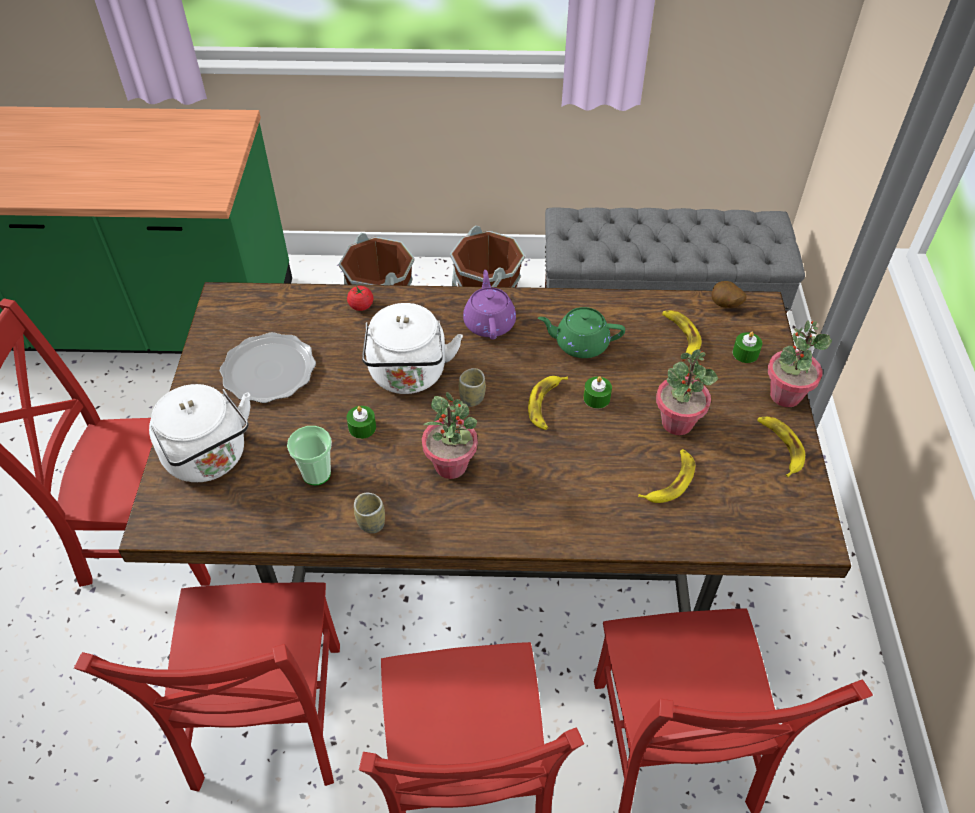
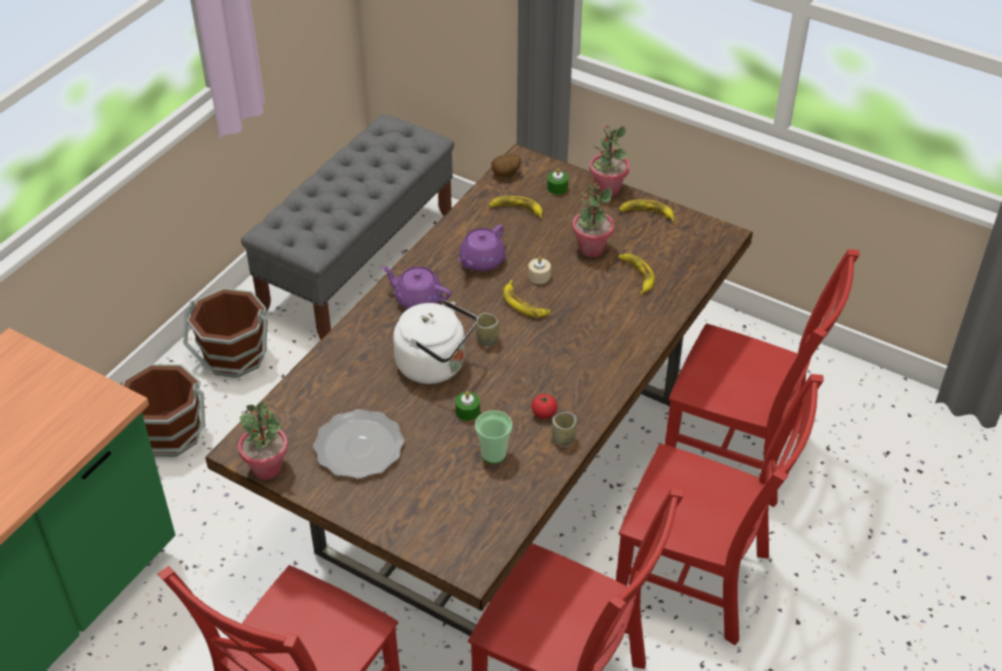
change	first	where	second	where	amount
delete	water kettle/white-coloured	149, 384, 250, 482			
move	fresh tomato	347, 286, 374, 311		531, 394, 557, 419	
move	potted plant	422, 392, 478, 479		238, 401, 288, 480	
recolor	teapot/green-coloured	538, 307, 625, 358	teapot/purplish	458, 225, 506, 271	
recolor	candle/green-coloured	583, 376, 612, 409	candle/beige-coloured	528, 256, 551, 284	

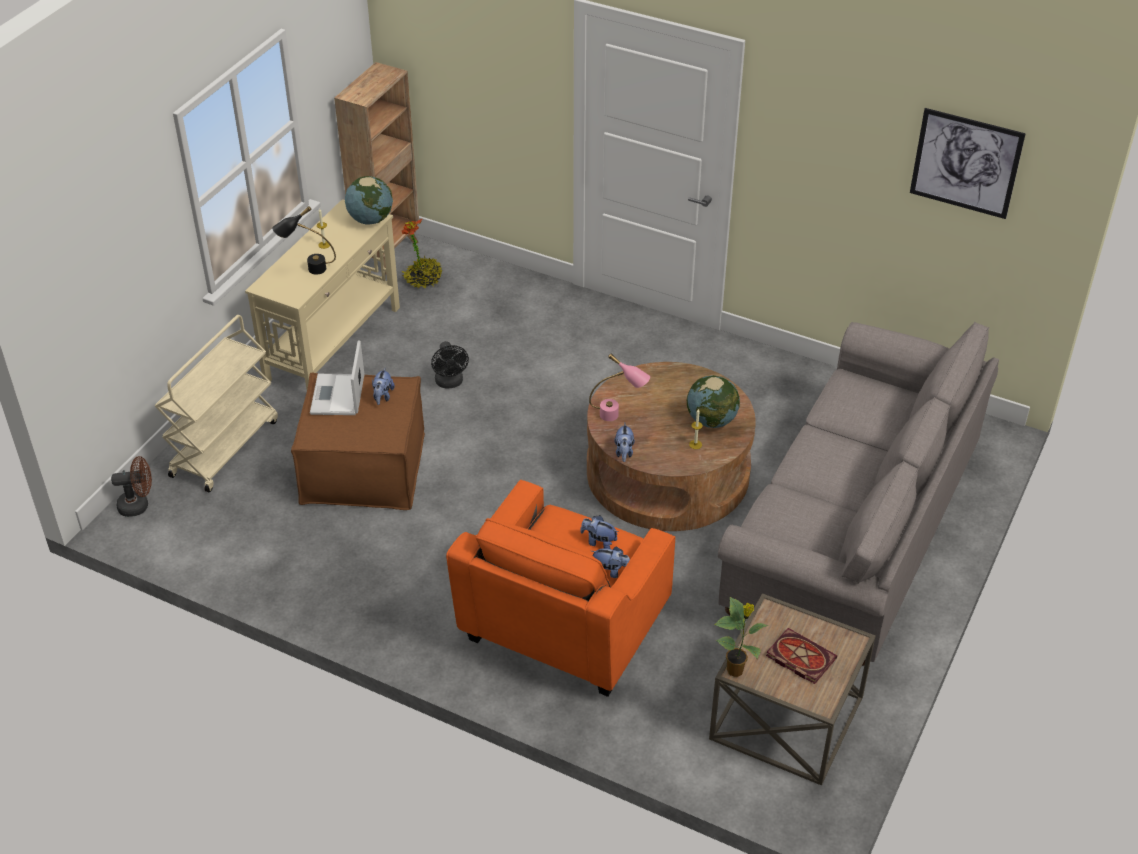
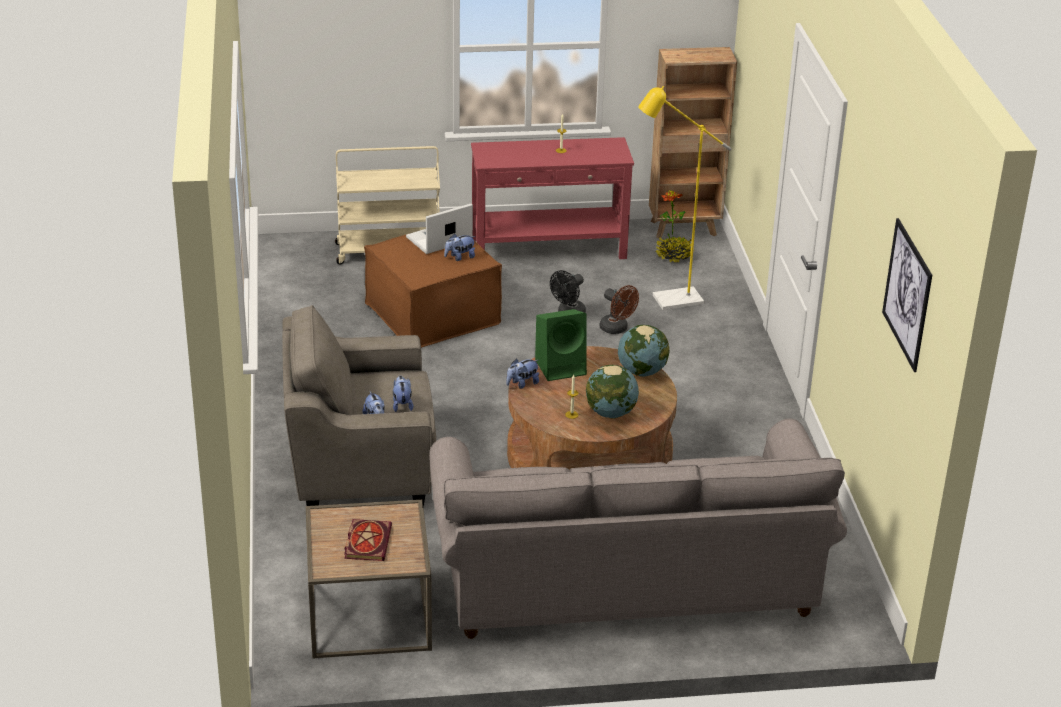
change	first	where	second	where	amount
move	fan/brown-coloured	111, 456, 152, 517		599, 285, 639, 334	
recolor	console table/beige-coloured	245, 199, 400, 389	console table/red	471, 137, 634, 259	
delete	lamp for a table/blackish	272, 206, 336, 275			
move	desk globe	345, 176, 393, 225		618, 325, 670, 377	
recolor	easy chair/orange-coloured	446, 480, 675, 697	easy chair/gray	282, 305, 436, 508	
replace	lamp for a table/pinkish	589, 354, 650, 421	speaker/green-coloured	535, 309, 587, 381	
delete	potted plant	714, 597, 769, 677			
insert			standard lamp/yellow	638, 86, 731, 310	

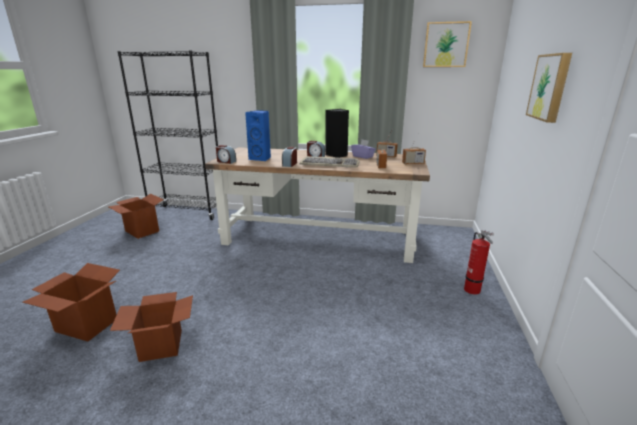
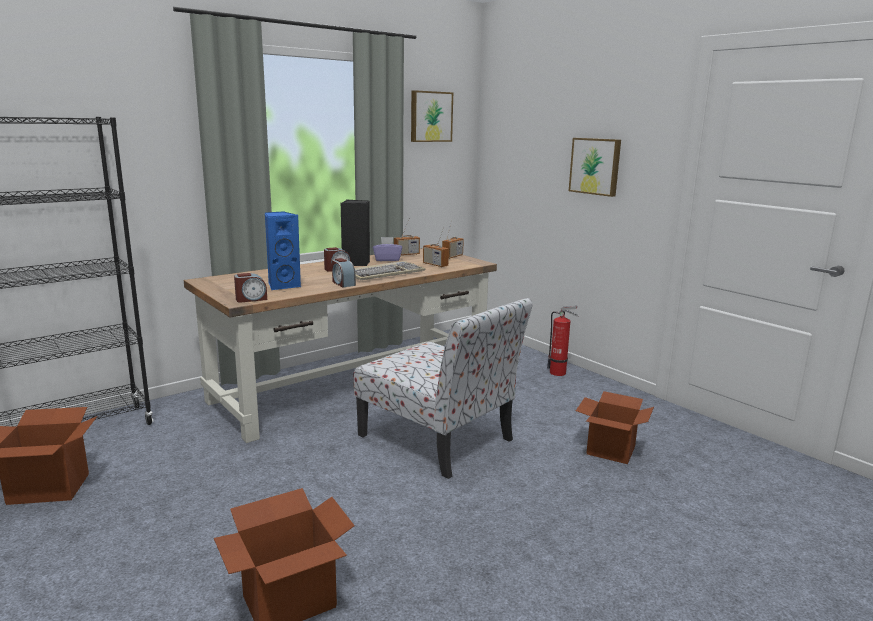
change	first	where	second	where	amount
move	cardboard box	110, 292, 193, 362		576, 391, 654, 464	
insert			plain chair	353, 298, 533, 479	

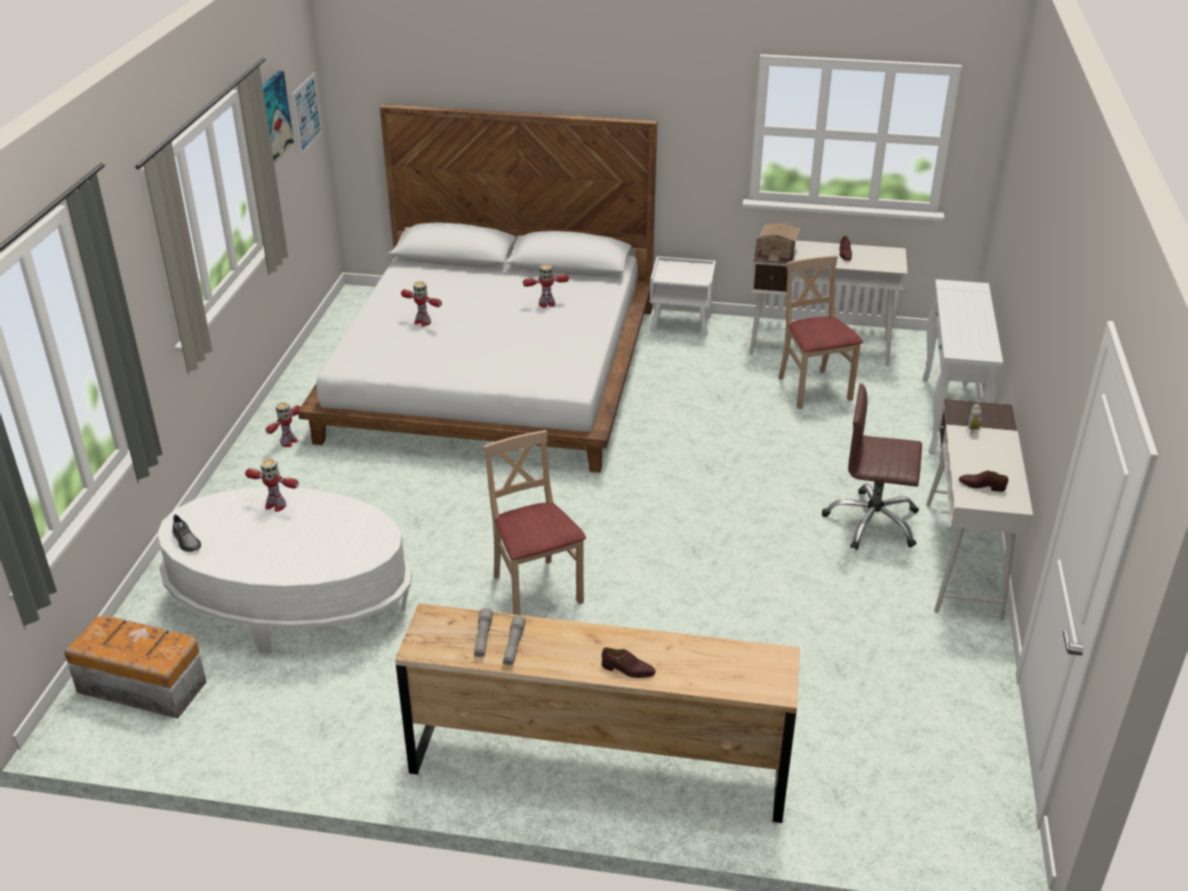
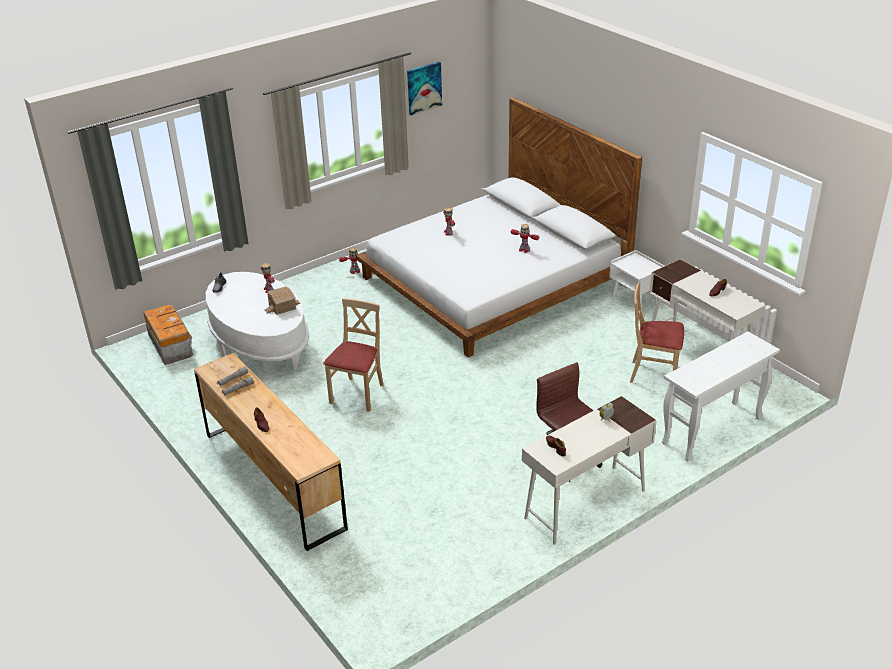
change	first	where	second	where	amount
delete	wall picture	292, 72, 323, 156			
move	miniature house	759, 223, 801, 262		264, 286, 300, 315	
rotate	plain chair/beige-coloured	778, 255, 863, 409		630, 282, 684, 383	105 degrees counterclockwise

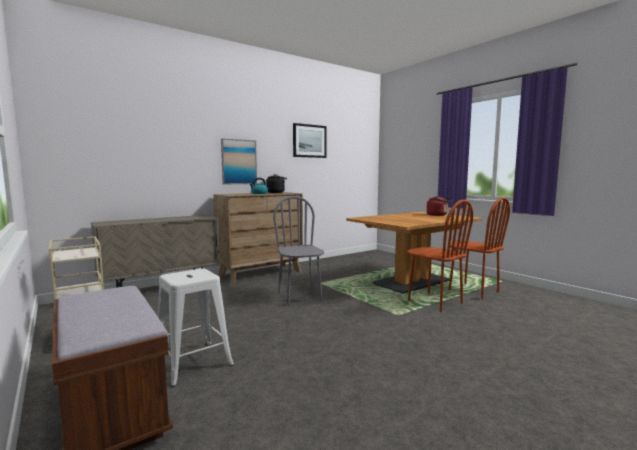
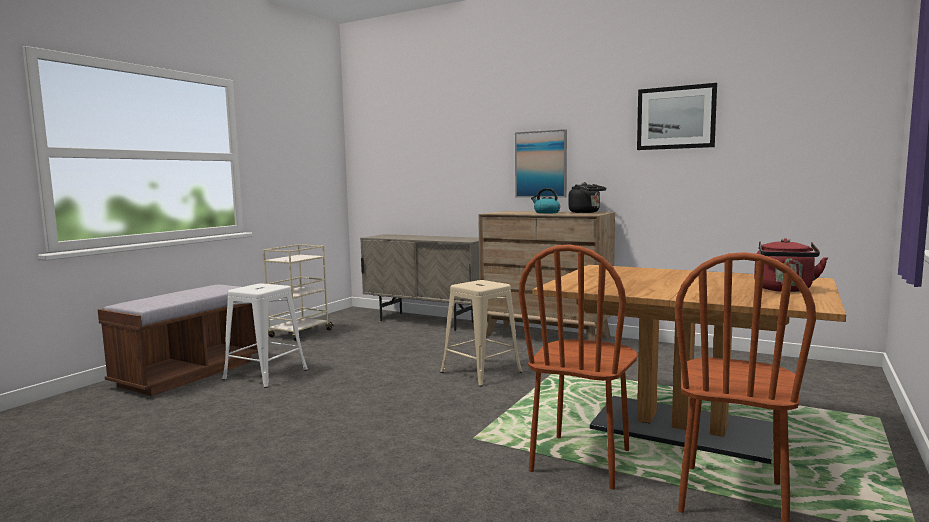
change	first	where	second	where	amount
replace	plain chair/gray	273, 196, 324, 305	stool/beige-coloured	440, 280, 522, 387	

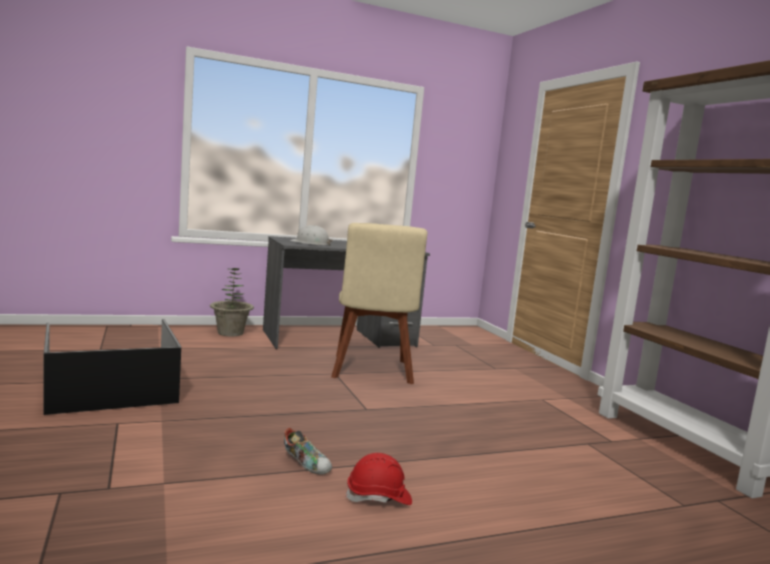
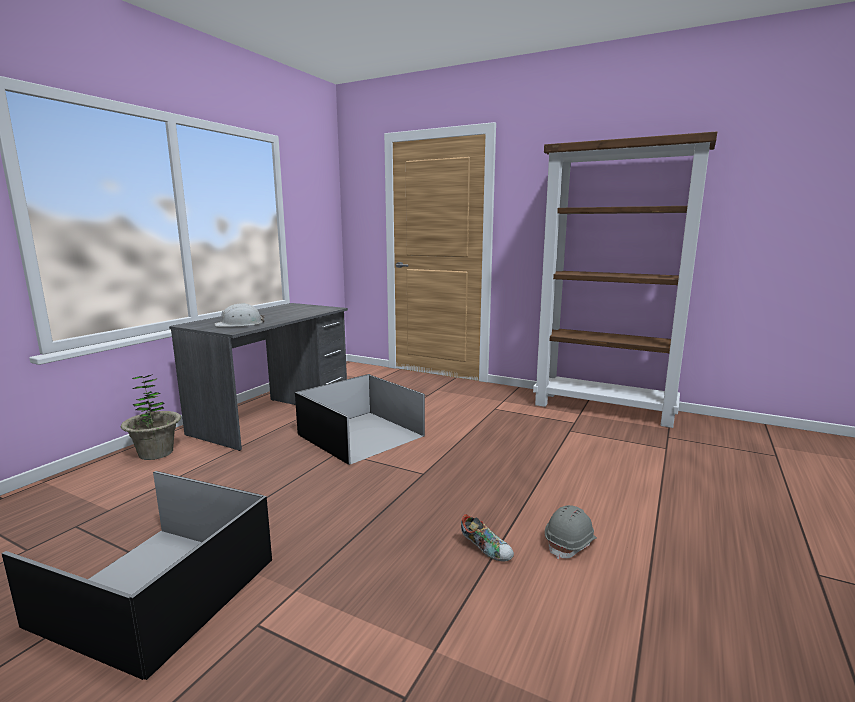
change	first	where	second	where	amount
rotate	low shoe	284, 428, 332, 475		461, 514, 514, 561	45 degrees clockwise
replace	plain chair/beige-coloured	331, 223, 427, 384	storage bin/blackish	295, 374, 425, 465	
recolor	safety helmet/red	345, 453, 412, 505	safety helmet/gray	545, 505, 597, 560	

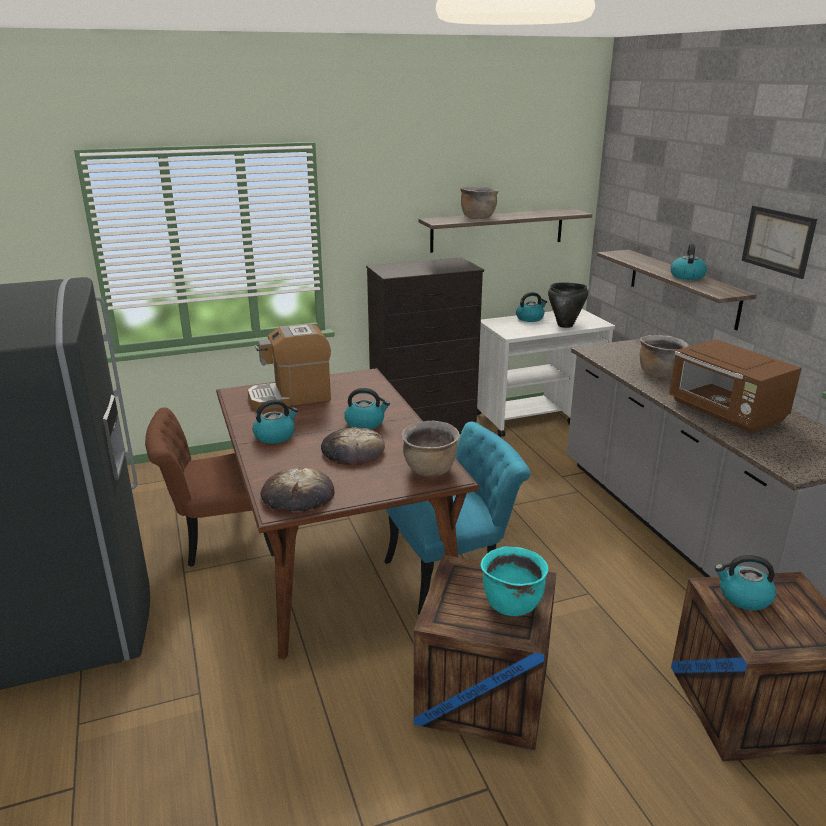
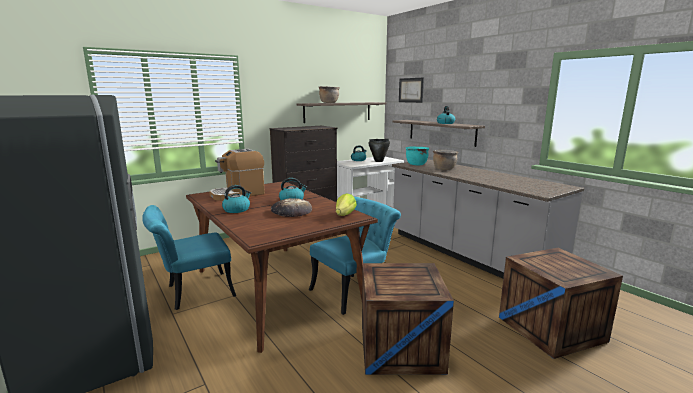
change	first	where	second	where	amount
recolor	plain chair/brown-coloured	145, 407, 274, 567	plain chair/turquoise	142, 205, 236, 310	
delete	baked bread	261, 467, 334, 511			
replace	stockpot/brown-coloured	401, 421, 460, 477	lettuce head	336, 193, 357, 216	
move	stockpot/turquoise	480, 547, 548, 616		406, 147, 429, 165	
delete	kitchen microwave/brown-coloured	669, 339, 802, 433			
delete	water kettle	715, 555, 776, 610			
move	wall picture	741, 206, 817, 279		399, 78, 424, 103	

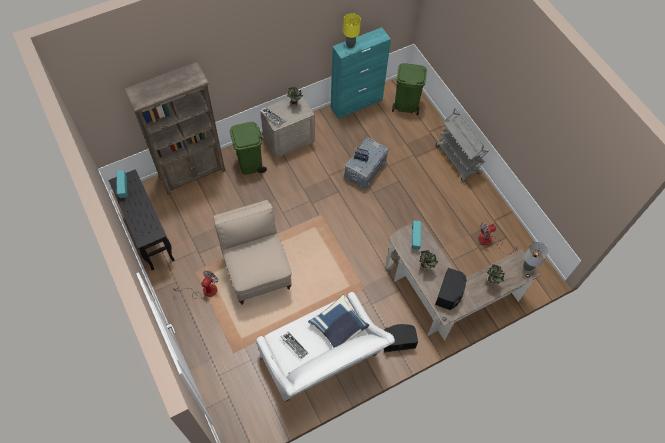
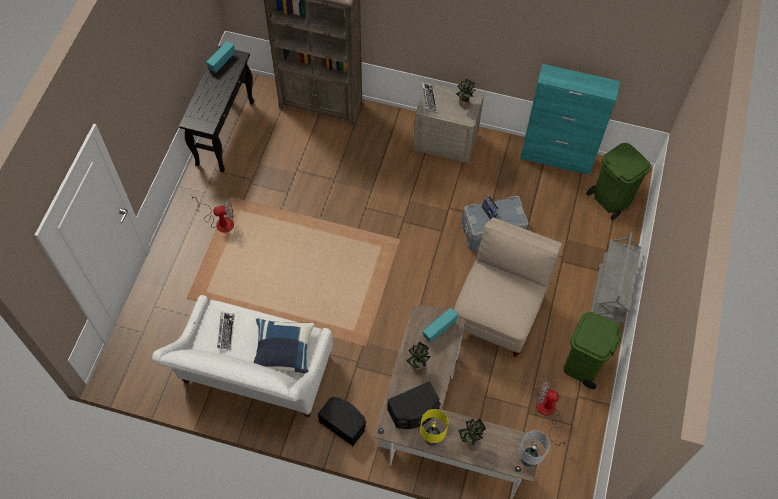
change	first	where	second	where	amount
move	plain chair/beige-coloured	213, 200, 292, 305		454, 217, 562, 358	
move	waste bin/green-coloured	230, 122, 267, 175		563, 312, 621, 389	
move	lamp for a table/yellow	343, 13, 361, 48		420, 409, 448, 446	

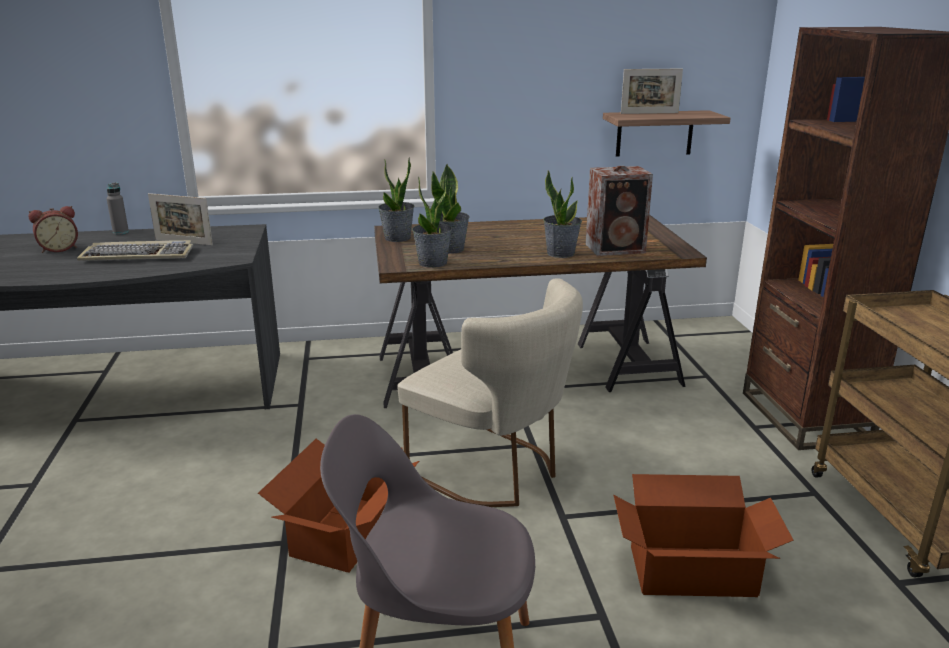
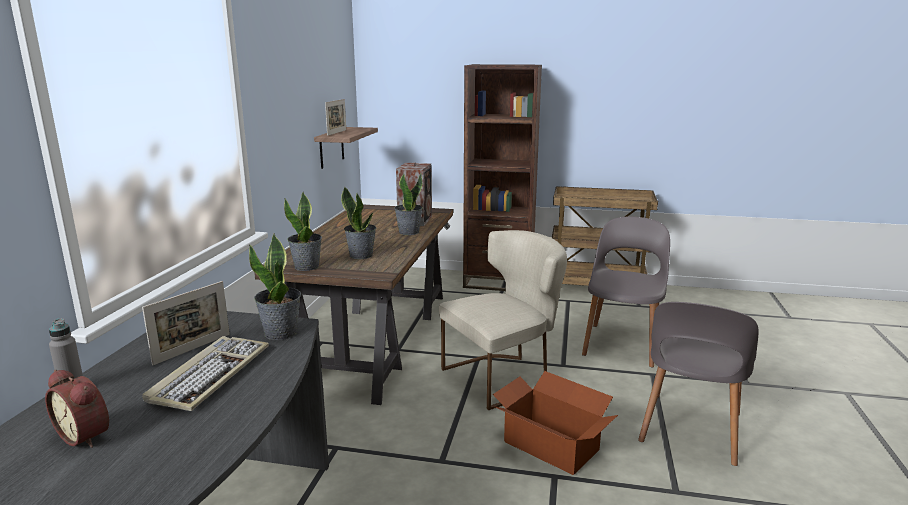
change	first	where	second	where	amount
rotate	alarm clock	28, 206, 78, 253		45, 369, 109, 448	135 degrees clockwise
move	potted plant	412, 174, 452, 268		249, 234, 301, 340	
replace	cardboard box	614, 474, 794, 597	plain chair/gray	582, 217, 670, 367	

